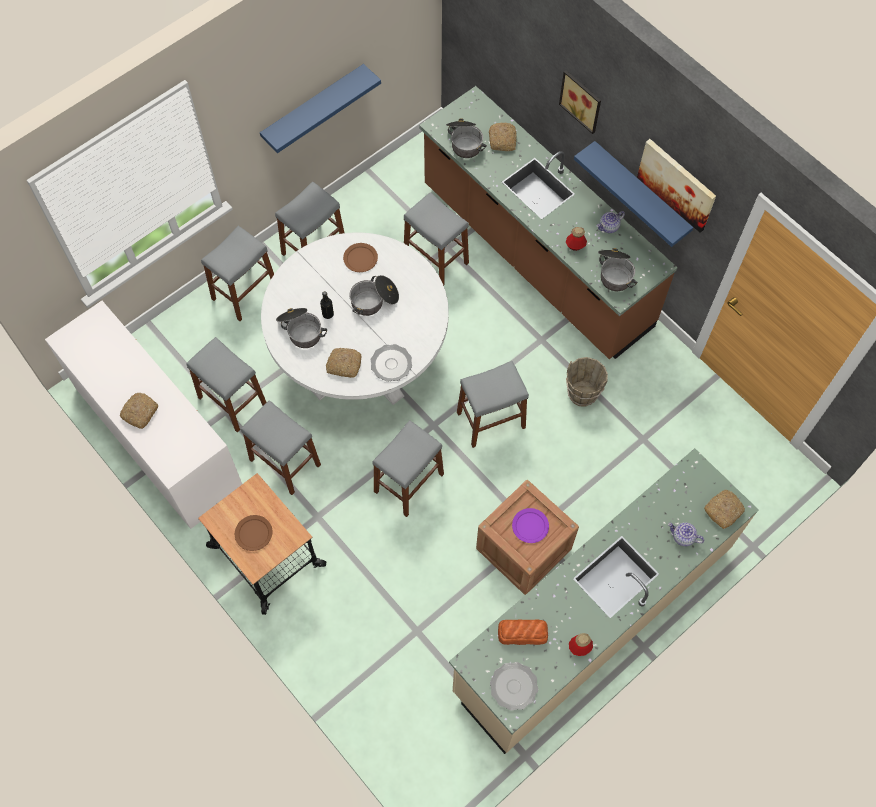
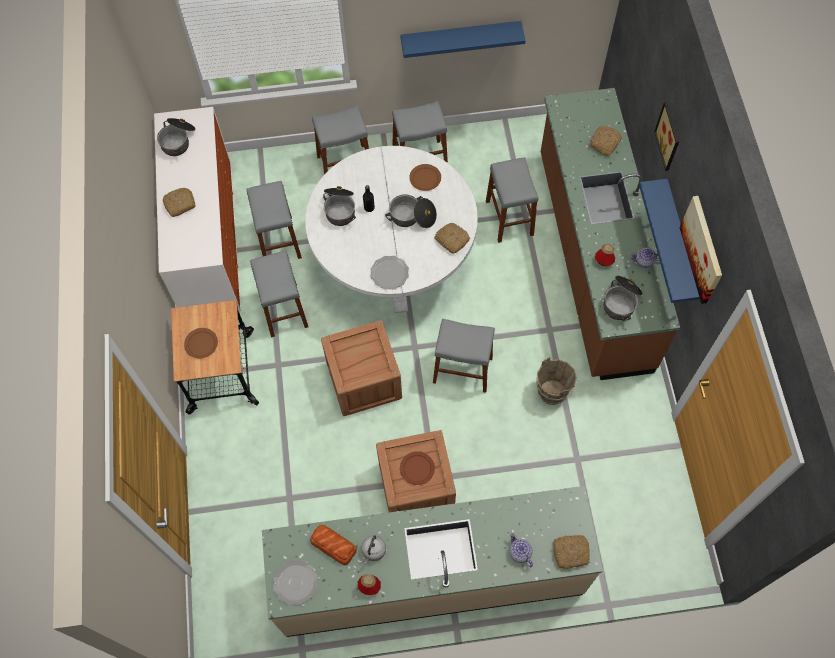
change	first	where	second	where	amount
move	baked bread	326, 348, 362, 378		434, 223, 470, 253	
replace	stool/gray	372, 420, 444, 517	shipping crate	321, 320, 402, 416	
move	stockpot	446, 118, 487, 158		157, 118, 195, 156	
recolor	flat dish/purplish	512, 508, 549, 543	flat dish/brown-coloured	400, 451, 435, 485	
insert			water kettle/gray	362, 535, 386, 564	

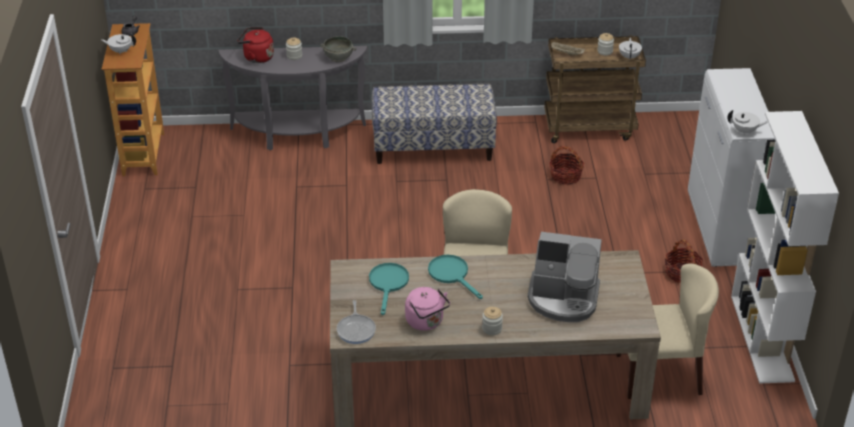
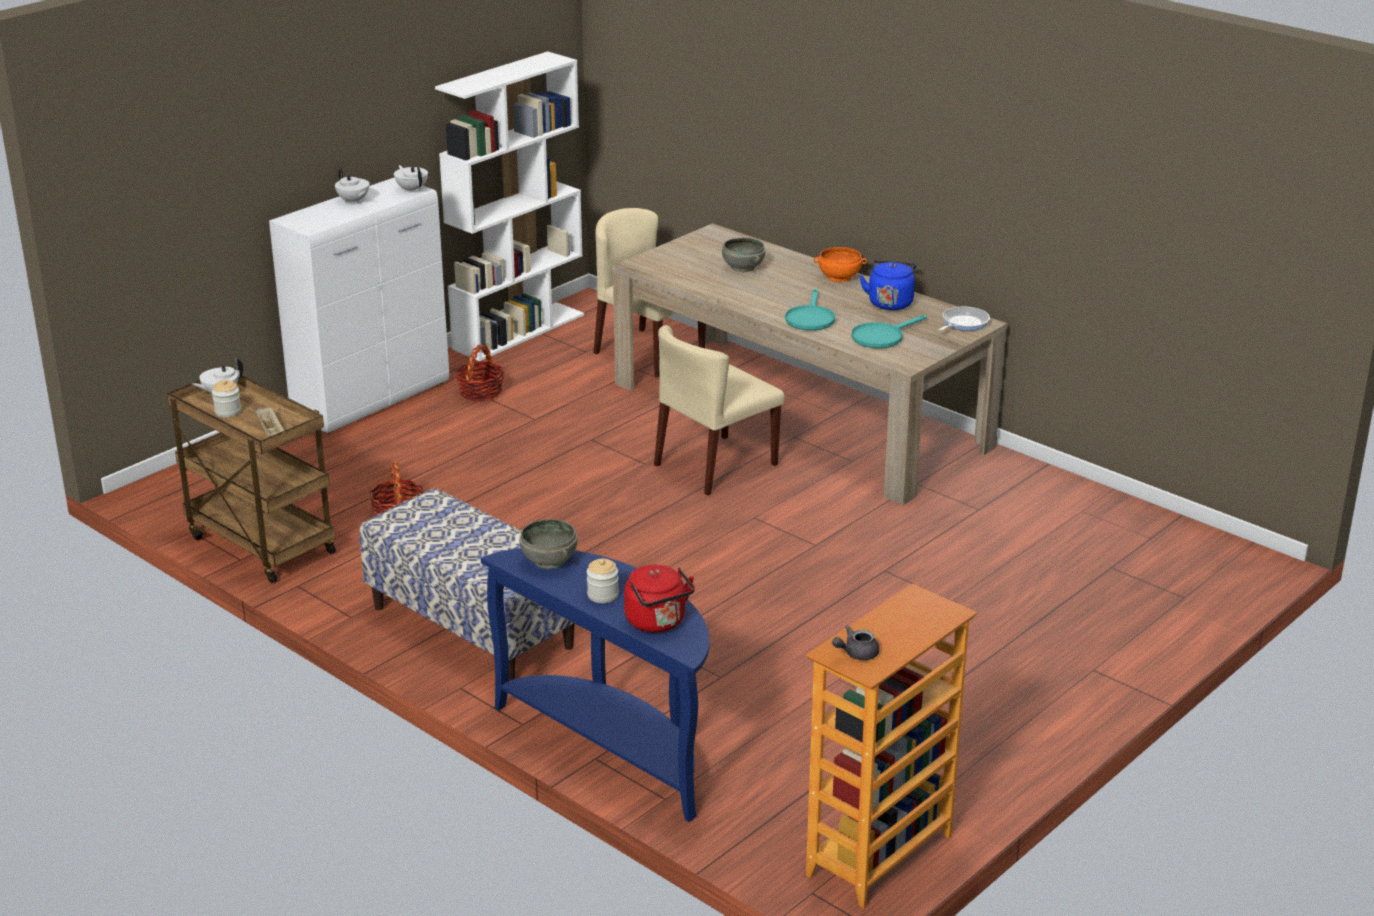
change	first	where	second	where	amount
move	teapot/white-coloured	101, 34, 136, 54		335, 168, 370, 204	
recolor	console table/gray	218, 46, 367, 150	console table/blue	481, 548, 710, 822	
recolor	water kettle/pinkish	405, 287, 450, 331	water kettle/blue	860, 260, 916, 310	
replace	preserve jar	482, 307, 503, 335	serving bowl/orange-coloured	813, 247, 867, 282	
replace	coffee machine	528, 232, 602, 322	serving bowl/gray	722, 238, 765, 272	

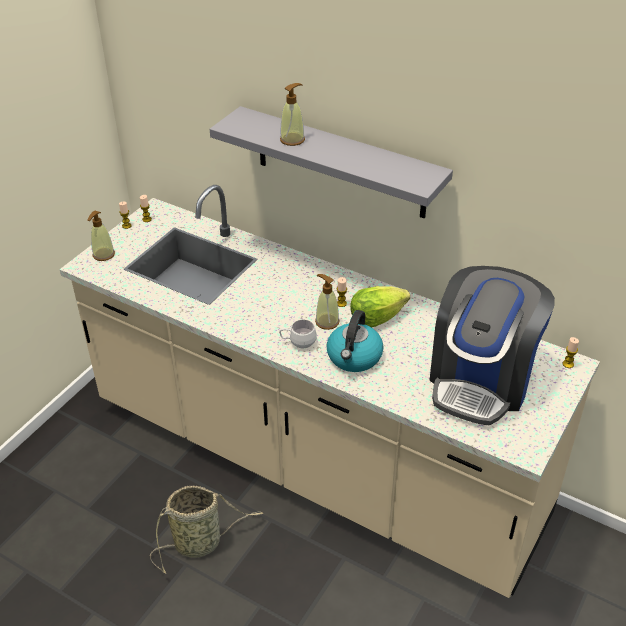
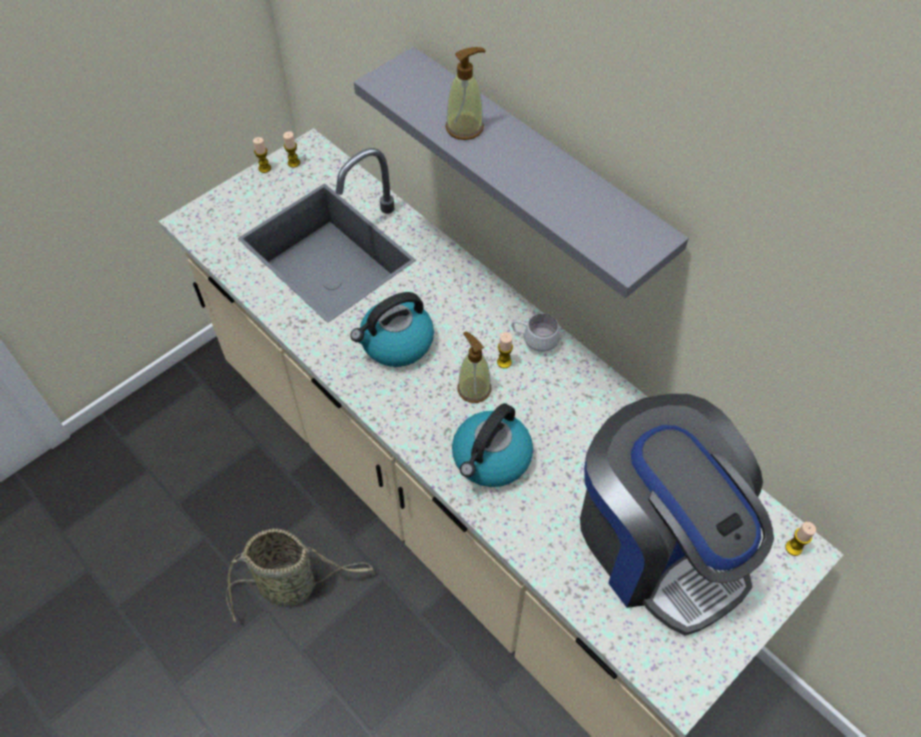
change	first	where	second	where	amount
delete	liquid soap bottle	87, 211, 115, 261			
move	coffee mug/white-coloured	279, 320, 317, 348		512, 314, 560, 352	
delete	lettuce head	350, 286, 410, 328			
rotate	coffee machine	430, 266, 555, 426		580, 394, 774, 635	75 degrees counterclockwise
insert			water kettle	350, 292, 434, 367	

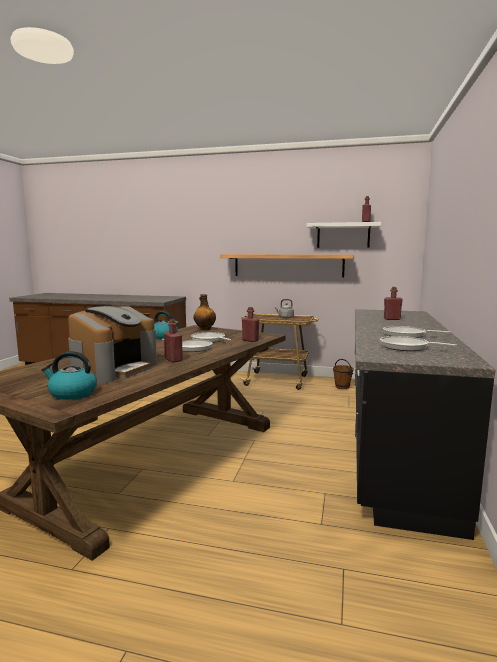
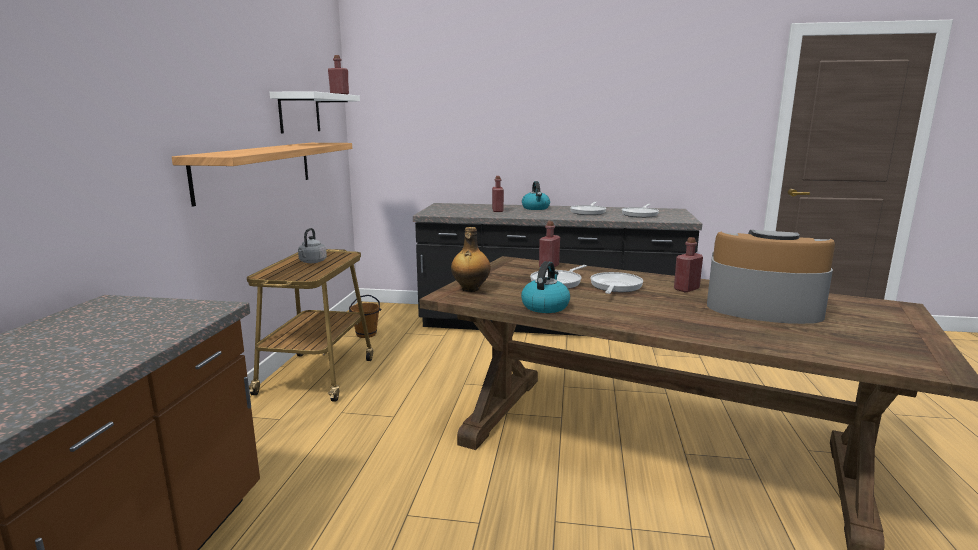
change	first	where	second	where	amount
move	water kettle	41, 351, 97, 400		522, 181, 550, 210	

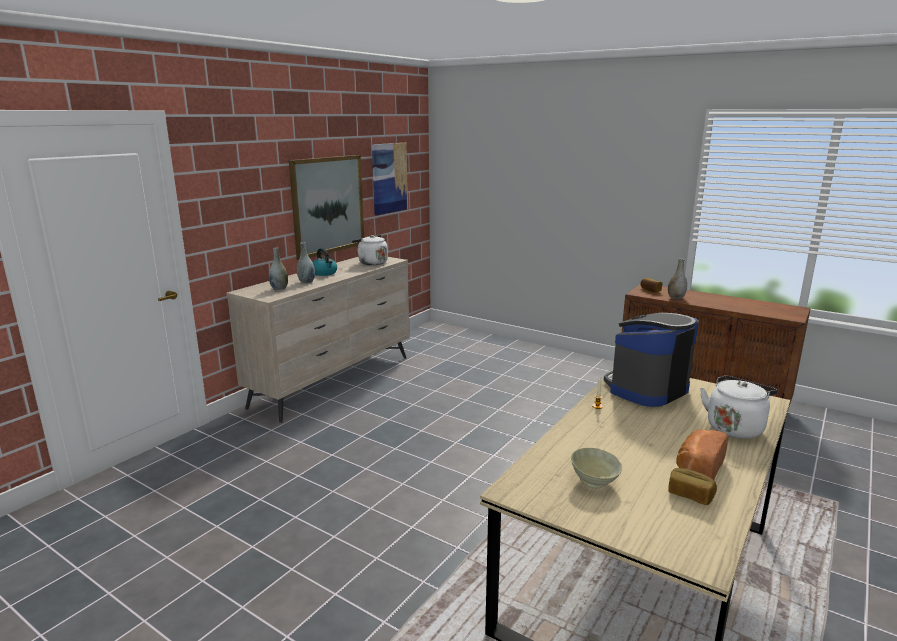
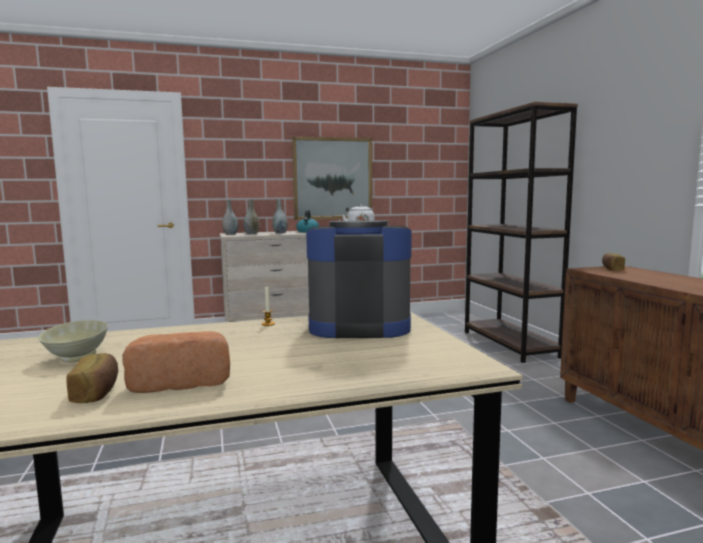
change	first	where	second	where	amount
delete	wall picture	372, 143, 408, 216			
move	vase/gray	668, 259, 687, 299		222, 200, 238, 235	
delete	water kettle/white-coloured	700, 375, 778, 439			
insert			shelving unit/brown-coloured	465, 102, 578, 363	

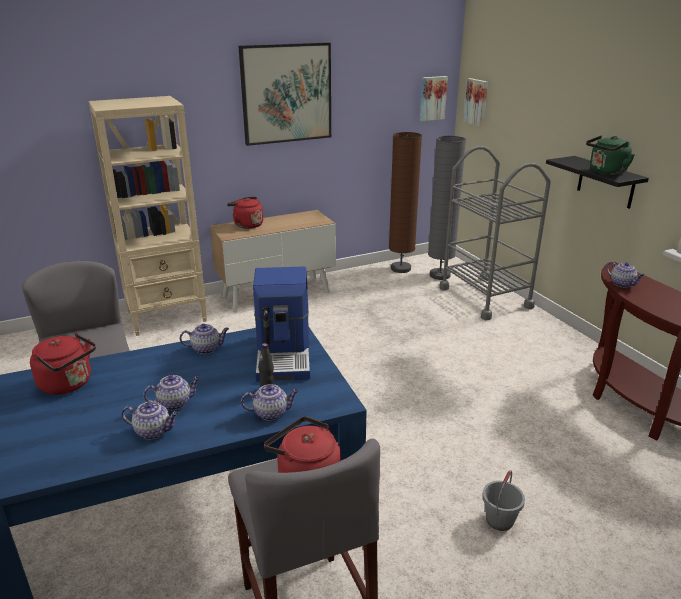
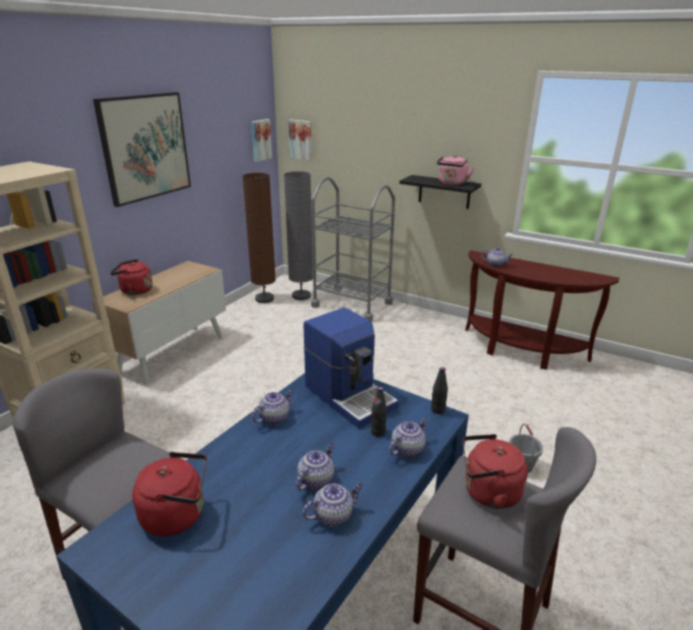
change	first	where	second	where	amount
recolor	water kettle/green-coloured	586, 135, 635, 175	water kettle/pinkish	437, 155, 474, 185	
insert			bottle/blackish	431, 367, 448, 414	

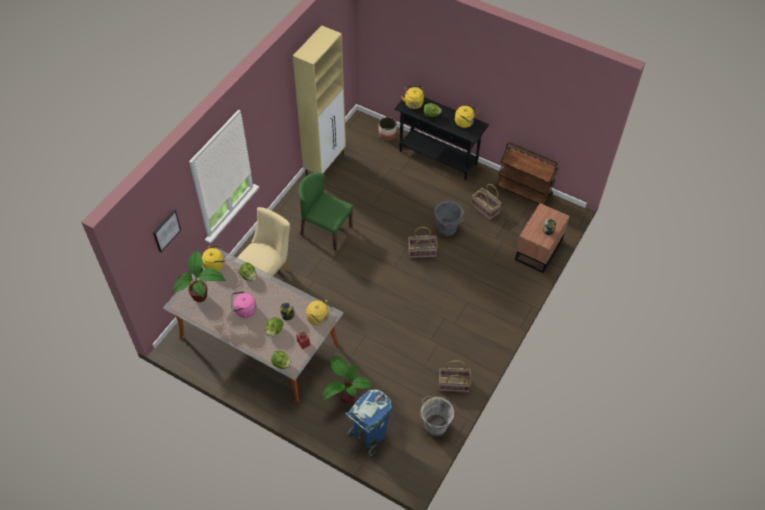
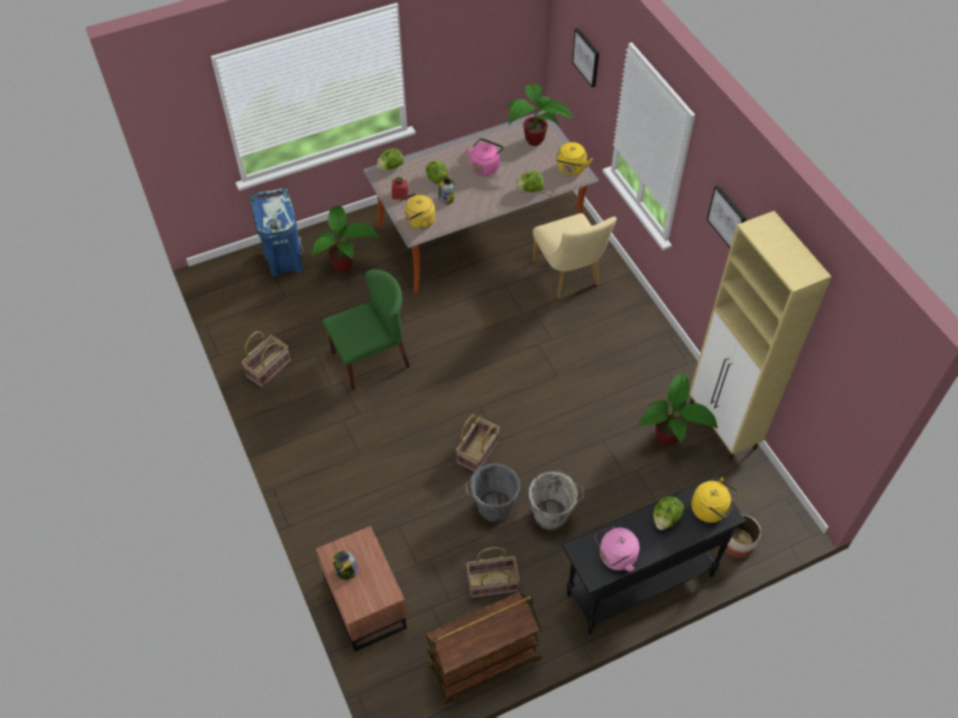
change	first	where	second	where	amount
move	plain chair/green-coloured	298, 172, 354, 250		323, 269, 410, 390	
move	bucket/gray	420, 396, 454, 436		529, 470, 584, 530	
recolor	water kettle/yellow	455, 105, 479, 128	water kettle/pinkish	595, 526, 639, 571	
insert			potted plant	638, 374, 718, 446	
insert			wall picture	707, 185, 746, 248	

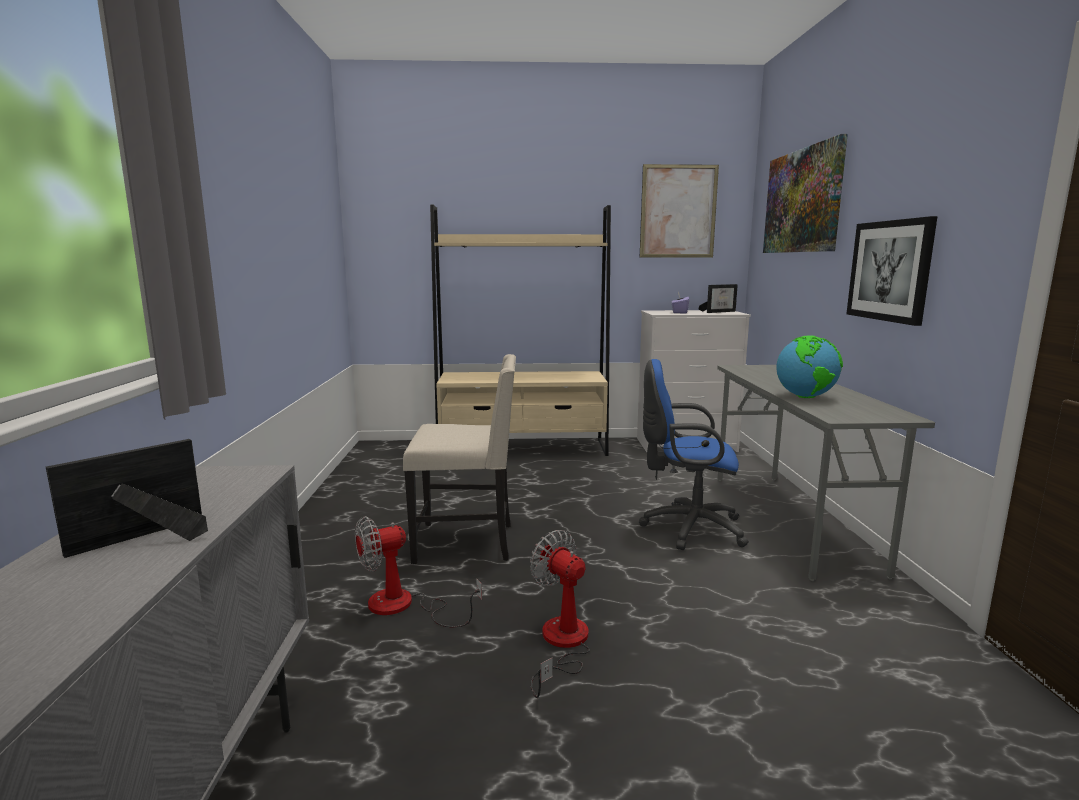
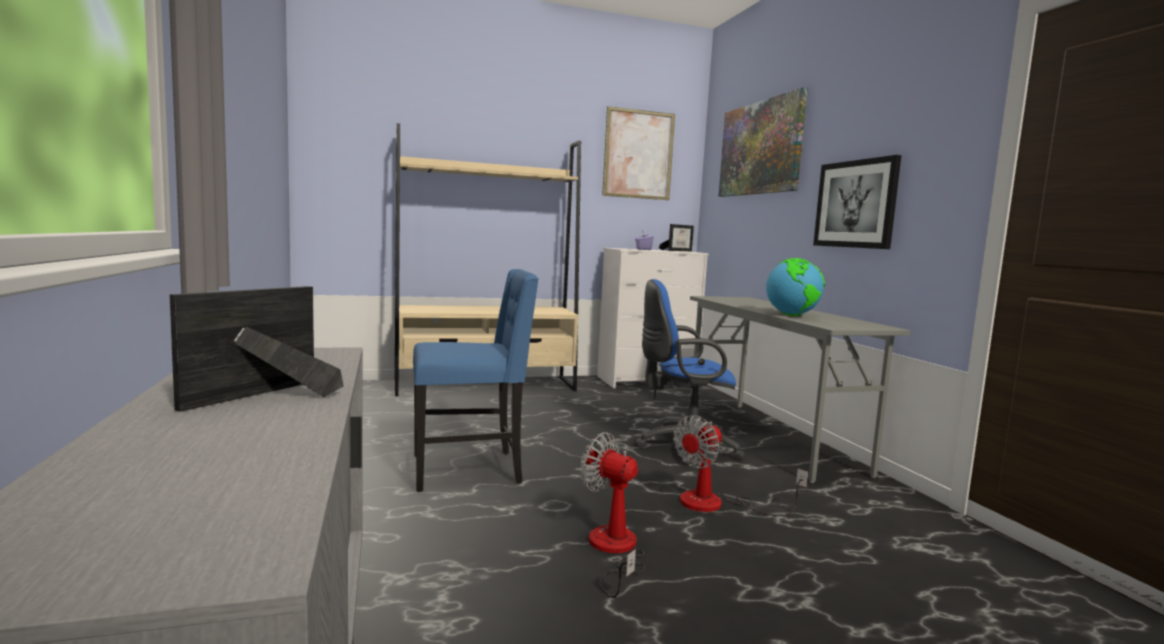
change	first	where	second	where	amount
move	fan	355, 516, 482, 628		673, 415, 808, 516	
recolor	plain chair/beige-coloured	403, 354, 516, 564	plain chair/blue	413, 269, 539, 492	

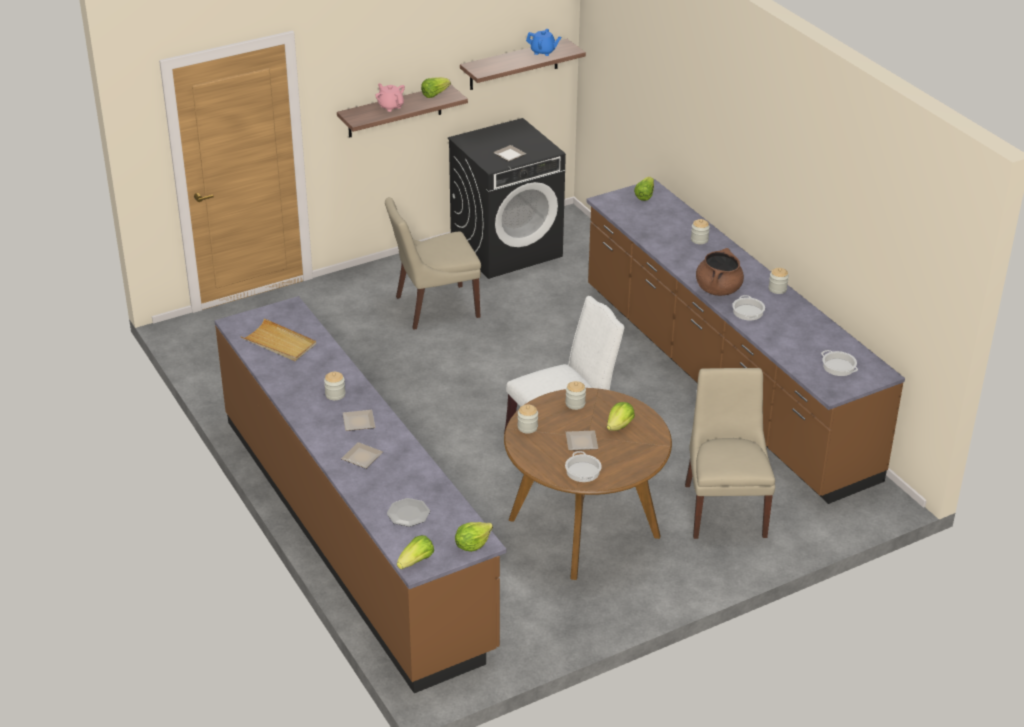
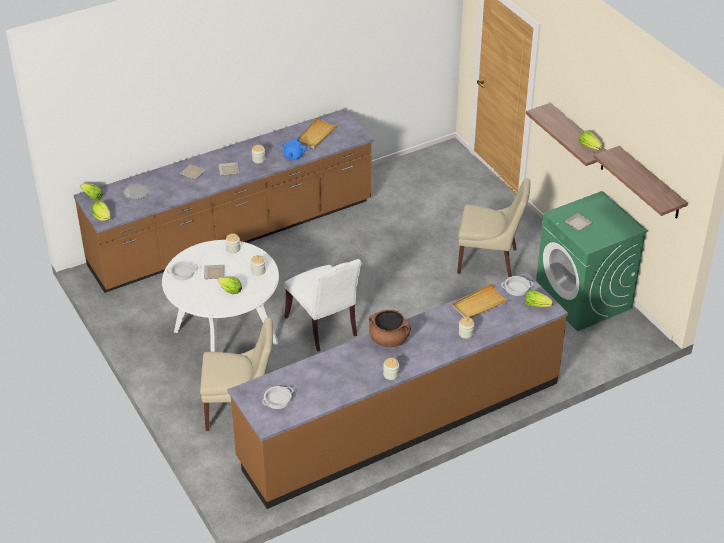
change	first	where	second	where	amount
delete	teapot/pinkish	375, 83, 405, 112			
rotate	plain chair/beige-coloured	385, 197, 481, 330		457, 178, 530, 278	120 degrees clockwise
recolor	laundry machine/blackish	448, 118, 566, 279	laundry machine/green-coloured	536, 191, 648, 331	
recolor	dinner table/brown-coloured	504, 388, 672, 580	dinner table/white-coloured	162, 240, 279, 352	
move	teapot/blue	526, 29, 561, 56		281, 137, 306, 161	
move	stockpot	732, 295, 765, 320		501, 276, 533, 296	
insert			serving tray/beige-coloured	452, 283, 510, 318	

